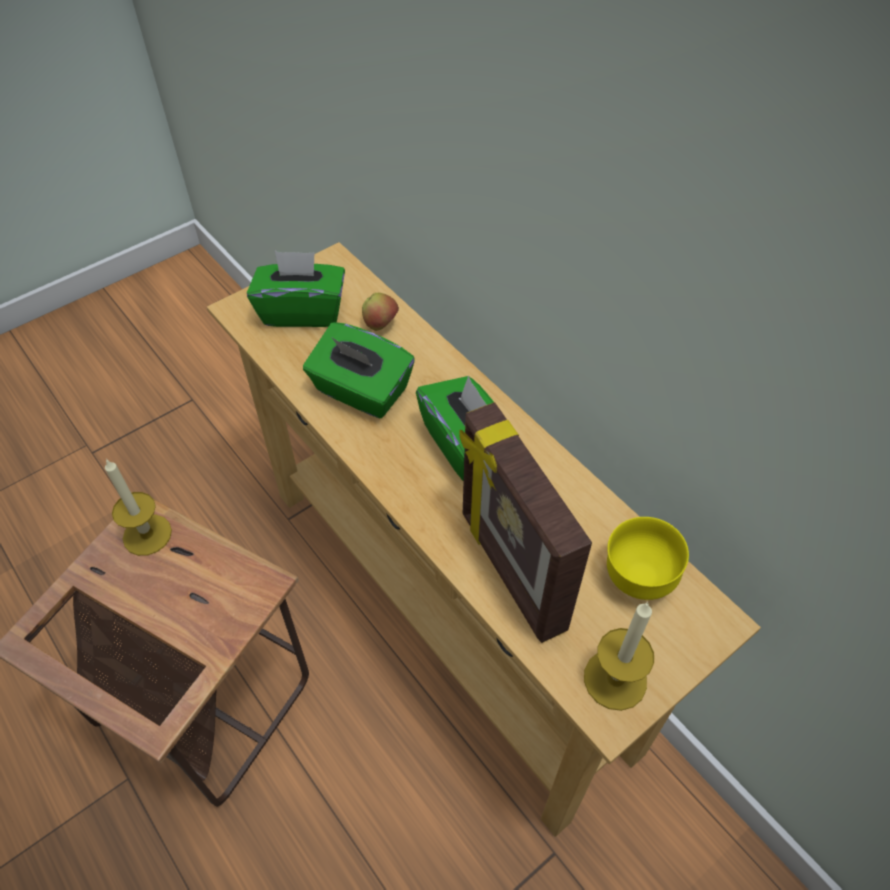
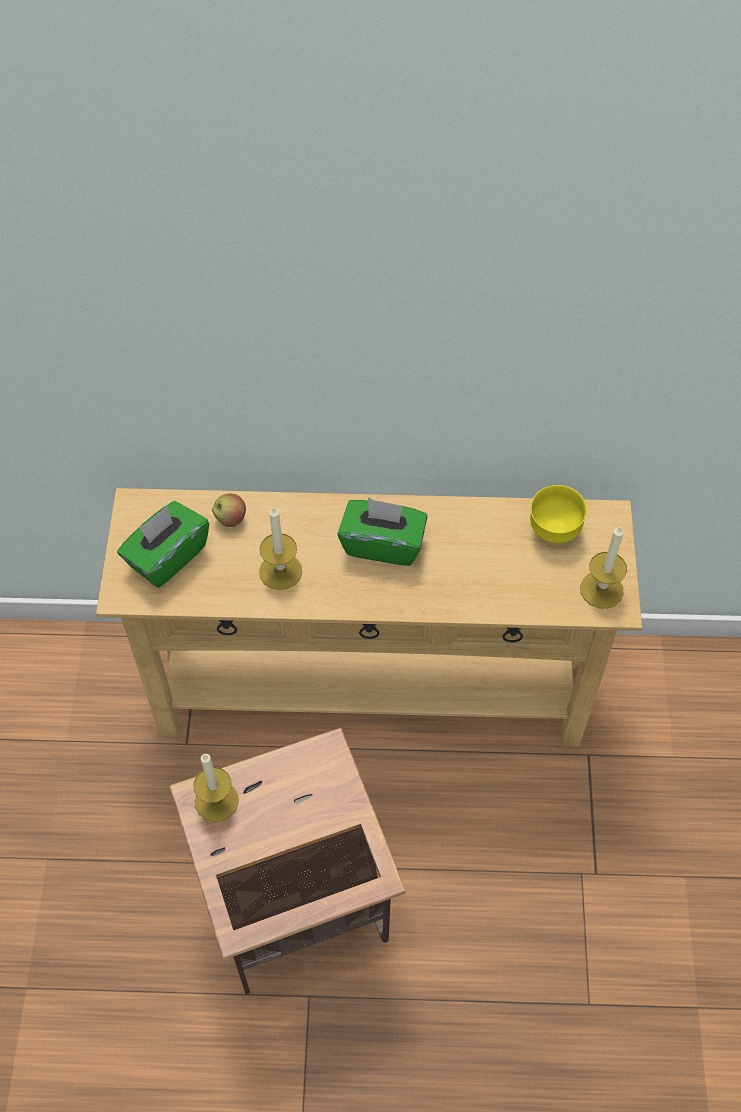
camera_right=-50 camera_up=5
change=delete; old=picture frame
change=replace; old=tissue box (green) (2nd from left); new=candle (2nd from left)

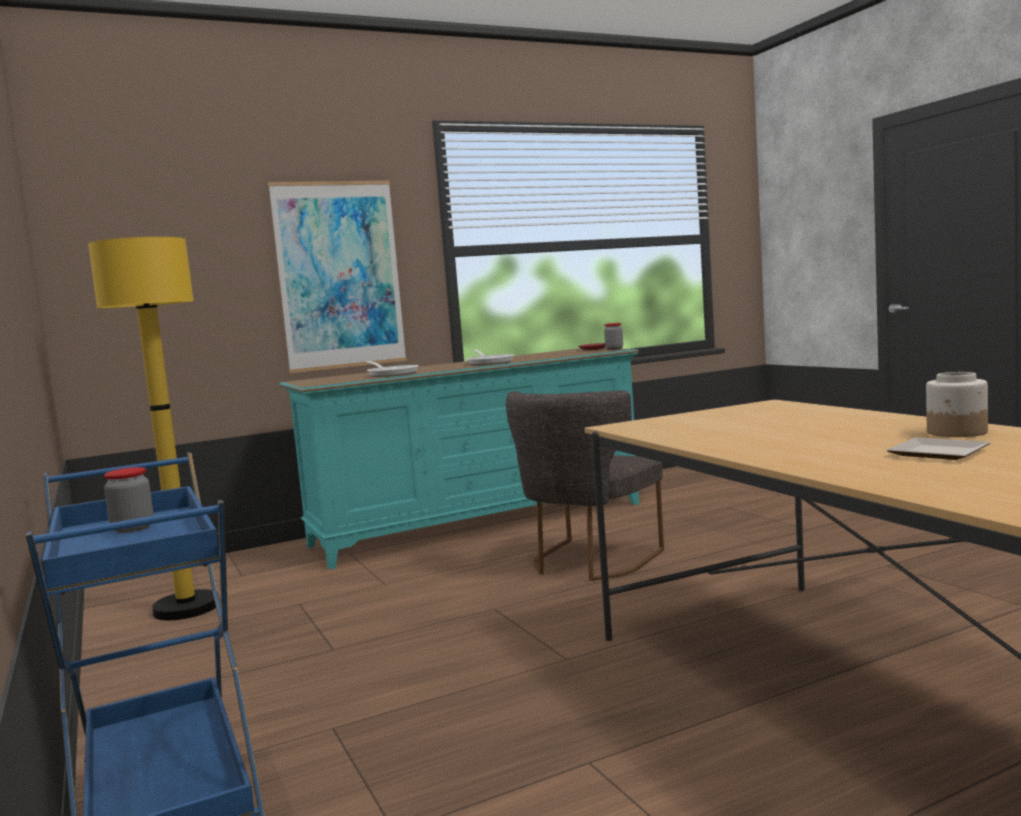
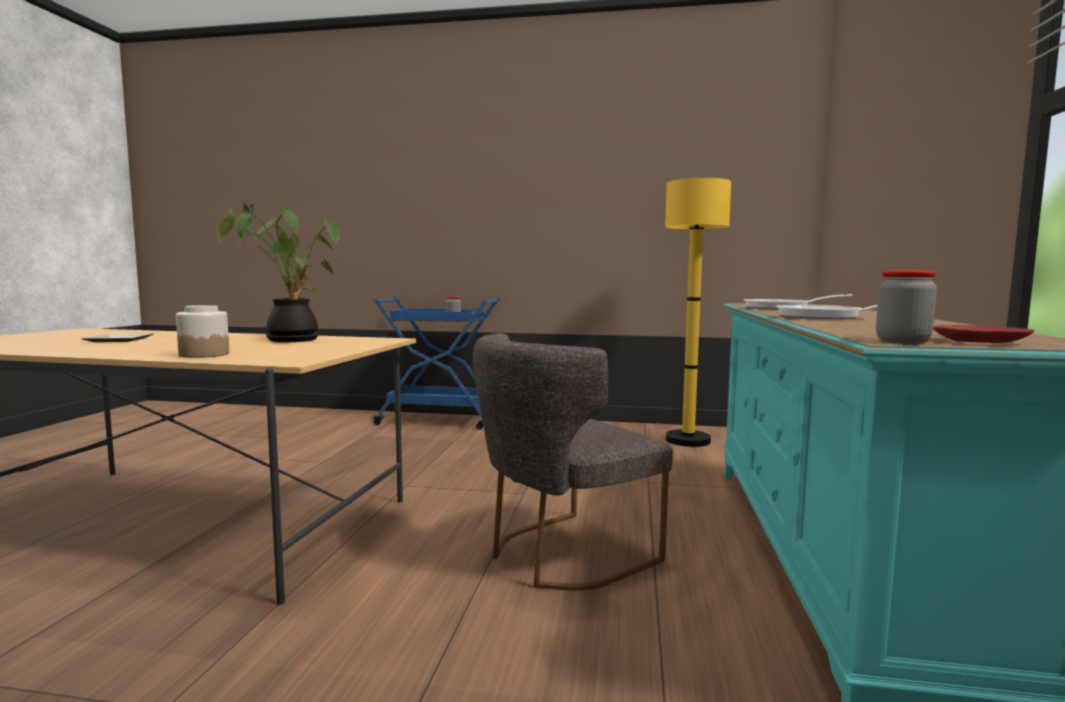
camera_right=125 camera_up=0
change=delete; old=picture
change=insert; new=potted plant
change=move; old=jar (3rd from left in the first image); new=jar (1st from left)
change=rotate; old=chair (grey); degrees=-105

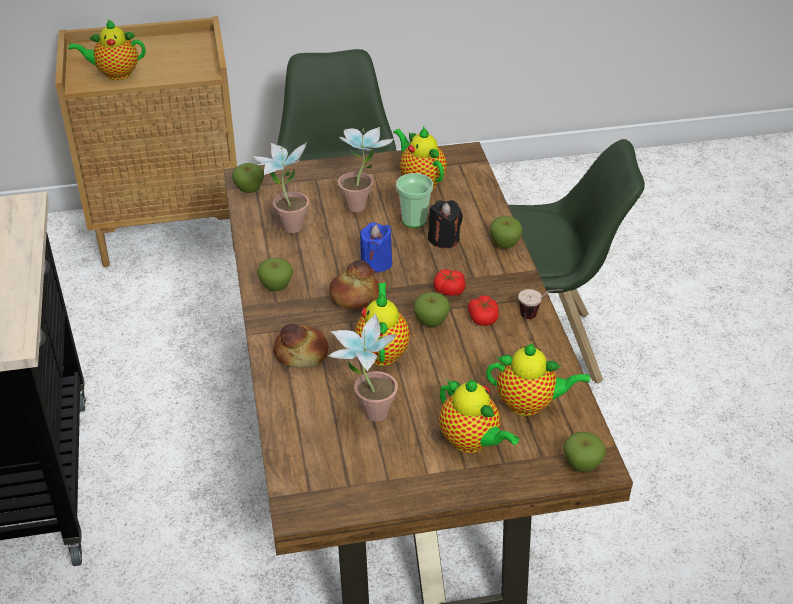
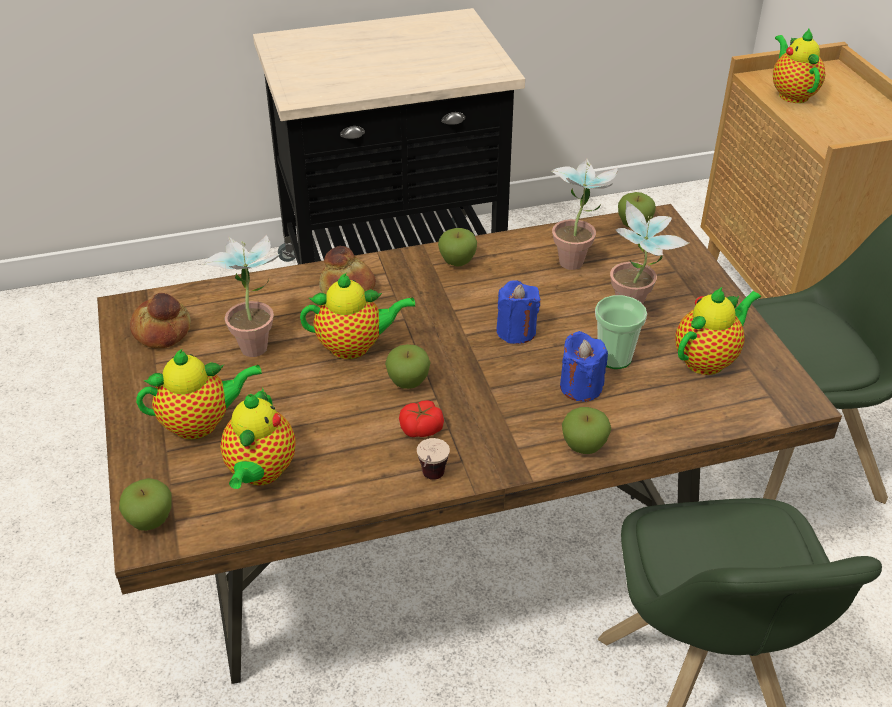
camera_right=85 camera_up=0
change=delete; old=tomato (1st from left)
change=move; old=bread (2nd from left in the first image); new=bread (1st from left)
change=recolor; old=candle (black); new=candle (blue) (2nd from left)
change=rotate; old=teapot (4th from left in the first image); degrees=-150

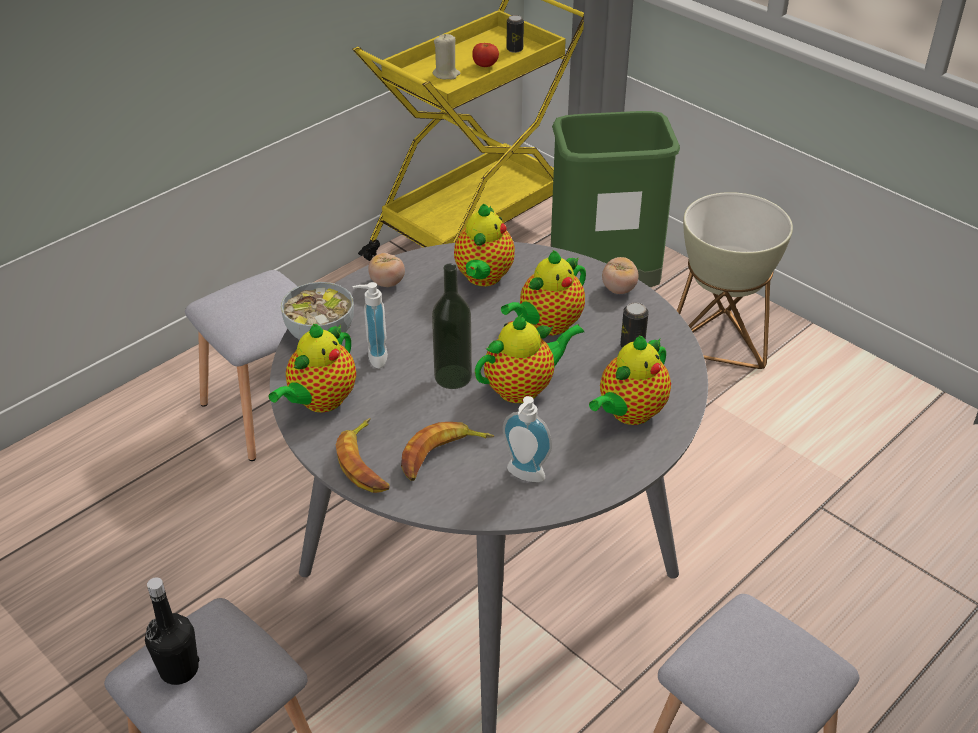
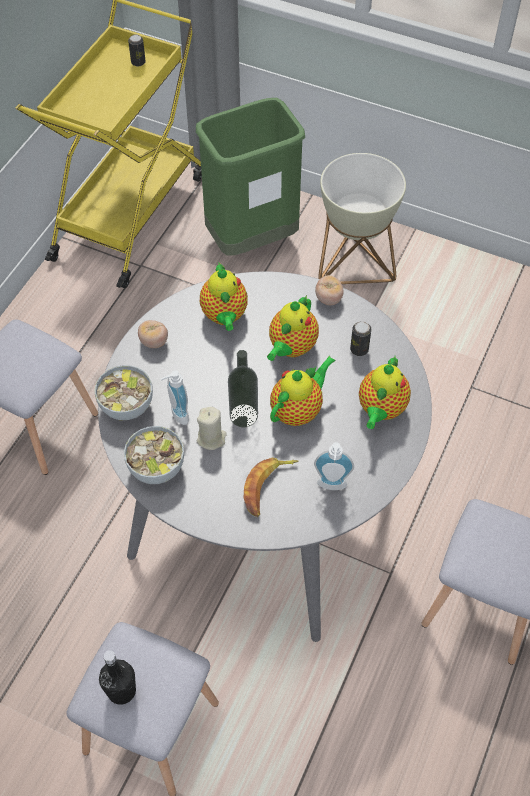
camera_right=-20 camera_up=15
change=delete; old=banana (1st from left)
change=delete; old=tomato (2nd from left)
change=move; old=candle (beige)
change=replace; old=teapot (1st from left); new=bowl (2nd from left)

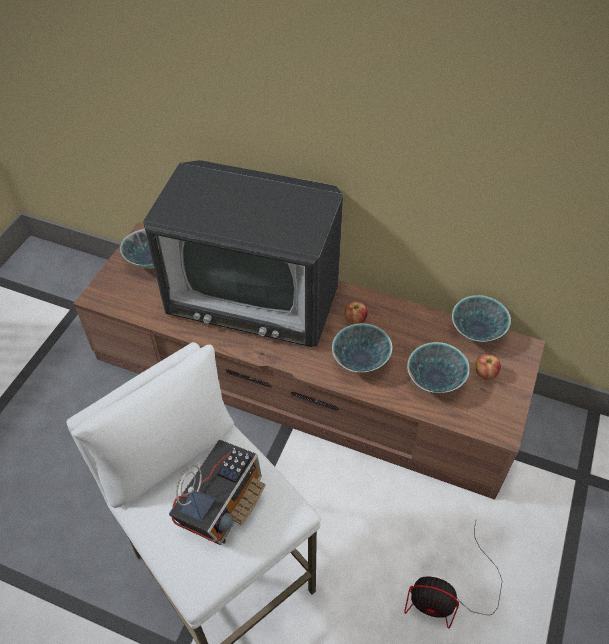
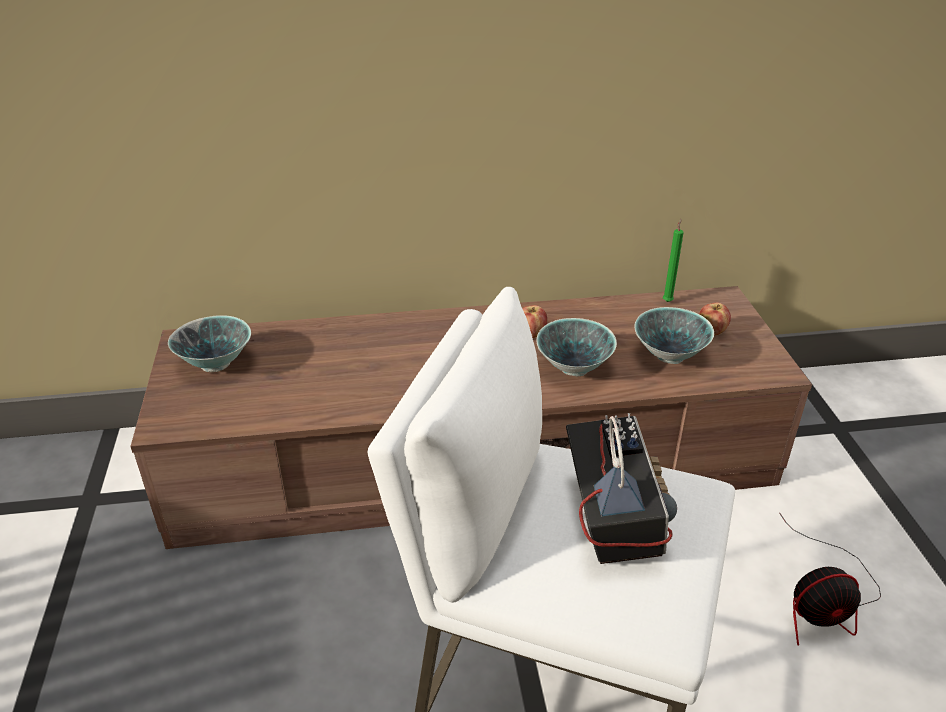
camera_right=-30 camera_up=-15
change=delete; old=television
change=replace; old=bowl (4th from left); new=candle (green)

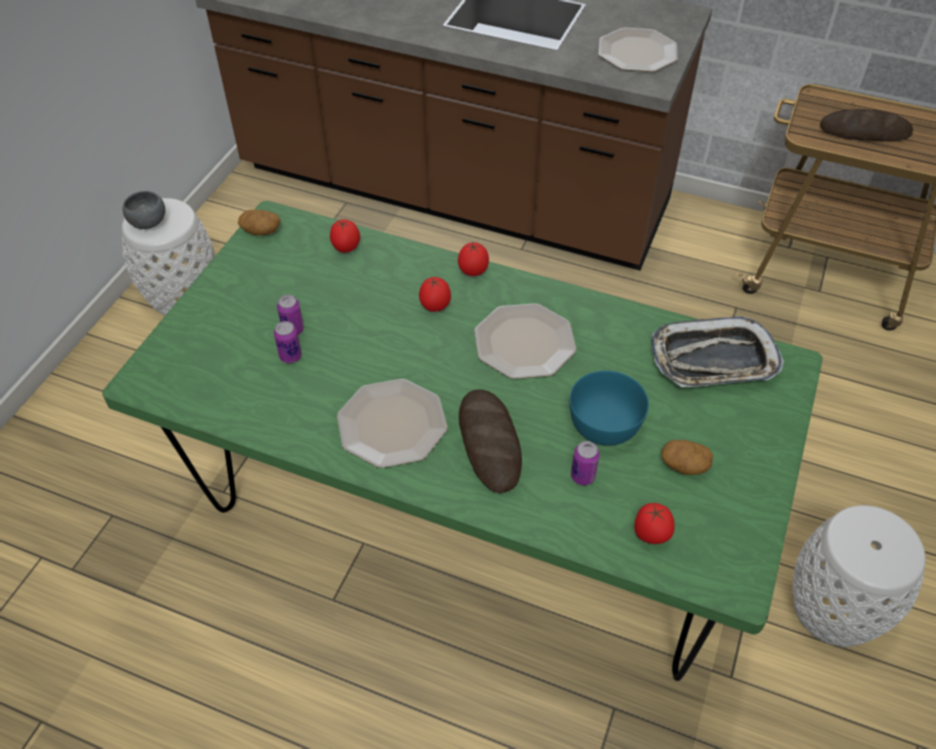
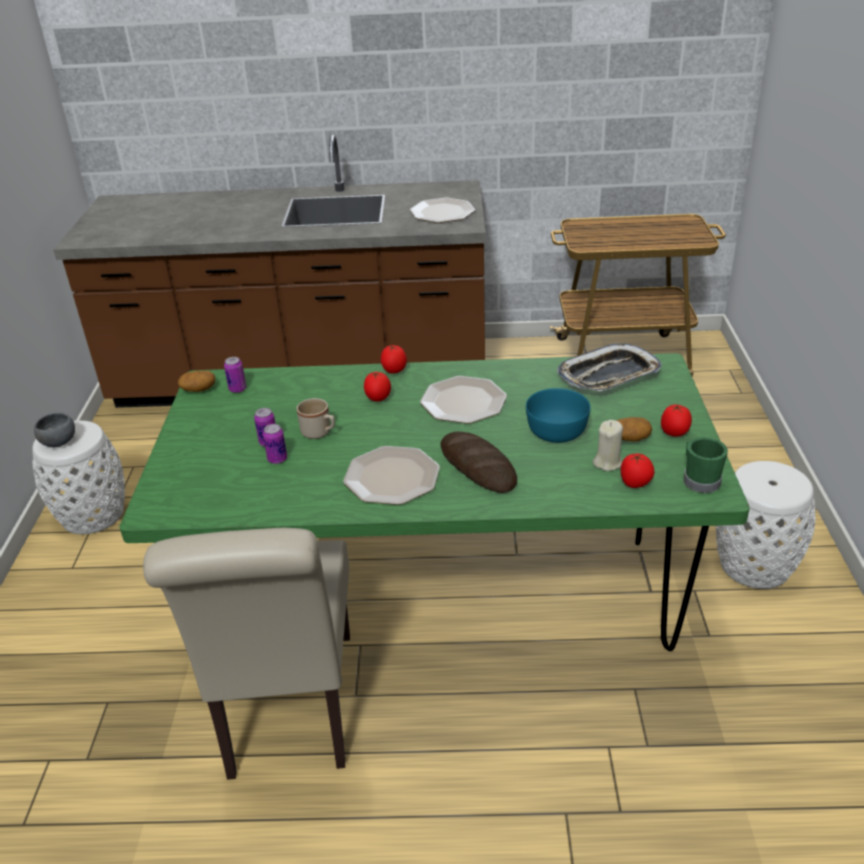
camera_right=-20 camera_up=-15
change=delete; old=bread (2nd from left)
change=insert; new=chair (beige)
change=insert; new=mug (beige)
change=insert; new=candle (beige)
change=insert; new=mug (green)
change=move; old=tomato (1st from left in the first image); new=tomato (4th from left)
change=move; old=can (3rd from left in the first image); new=can (1st from left)

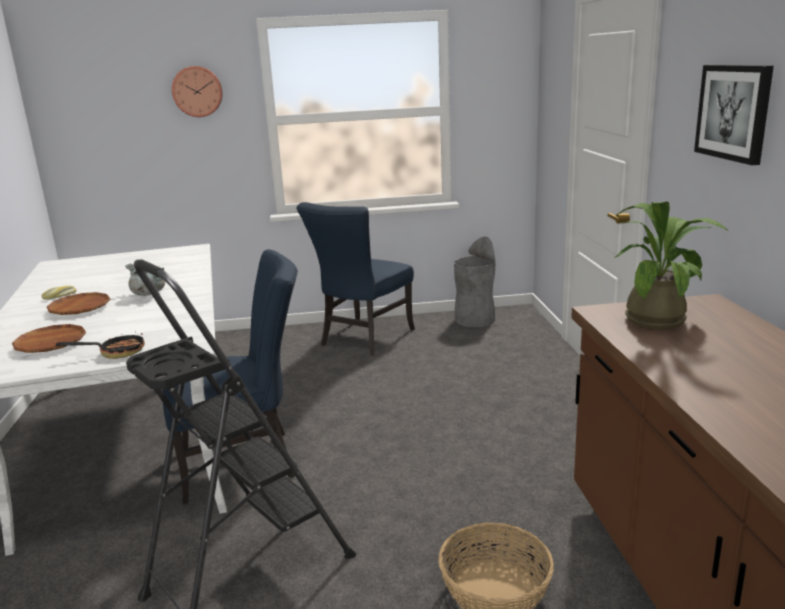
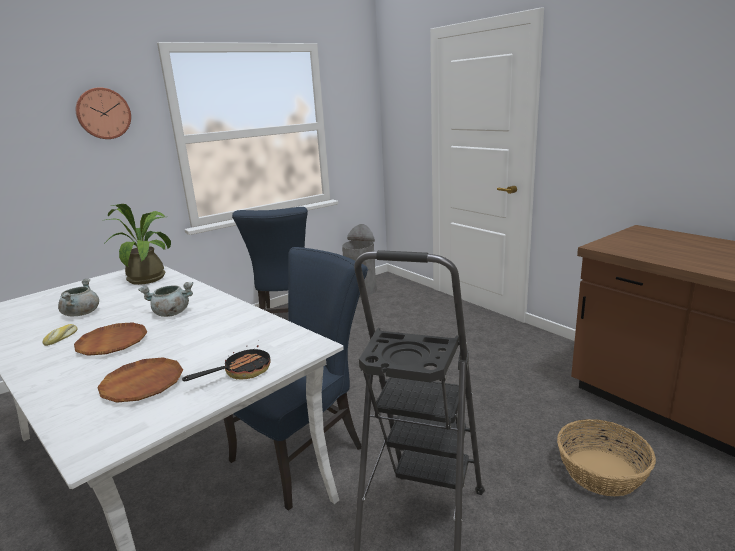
camera_right=-30 camera_up=0
change=delete; old=picture
change=insert; new=cooking pot (grey) (1st from left)
change=move; old=potted plant

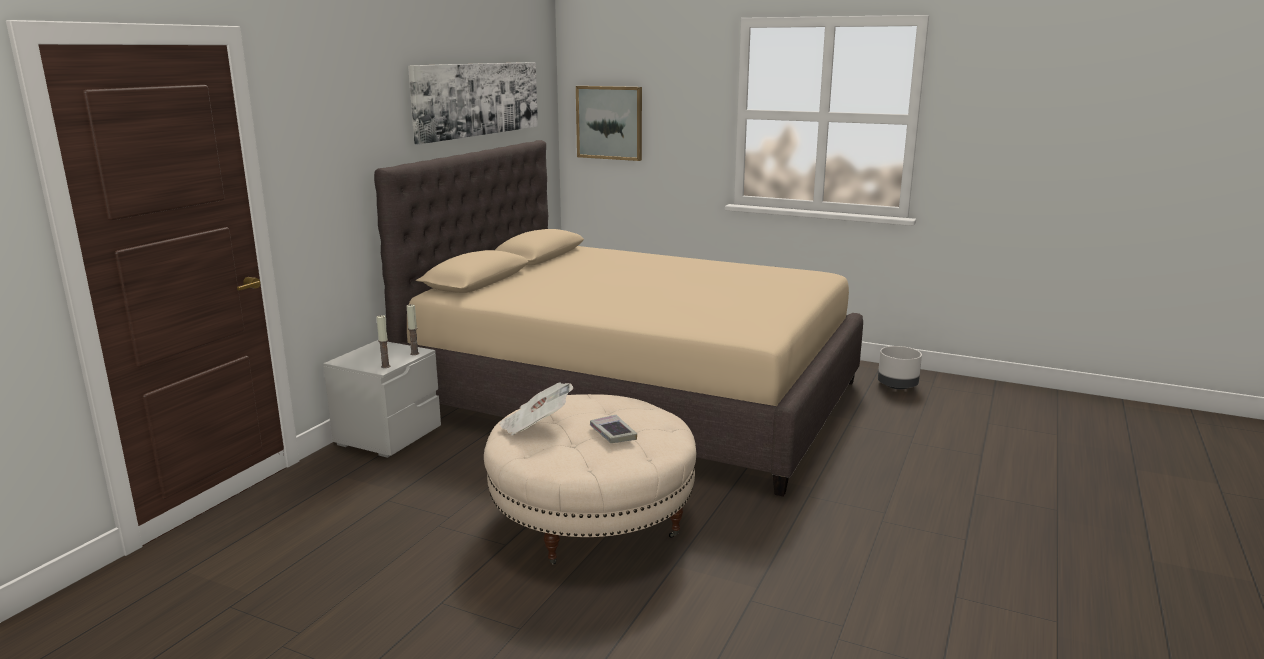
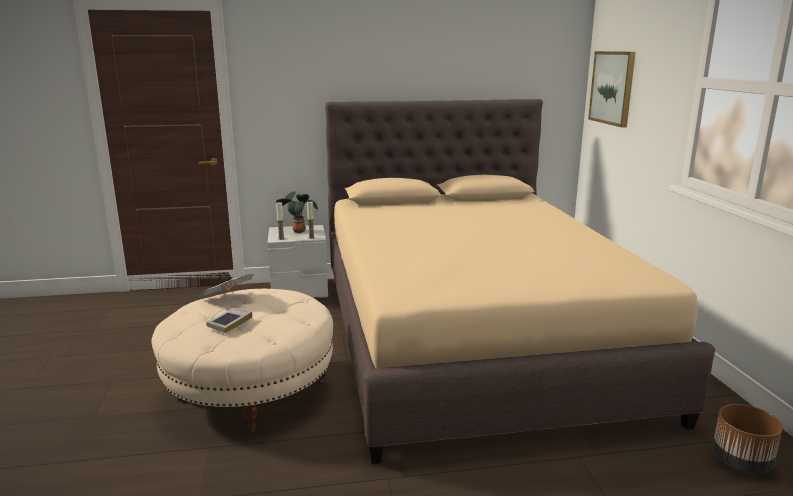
camera_right=55 camera_up=0
change=delete; old=picture (1st from left)
change=insert; new=potted plant
change=recolor; old=planter (grey); new=planter (brown)

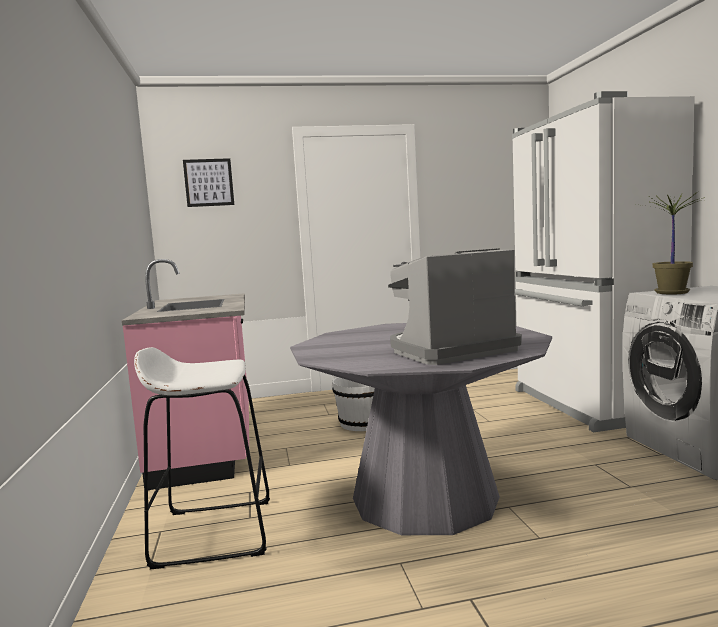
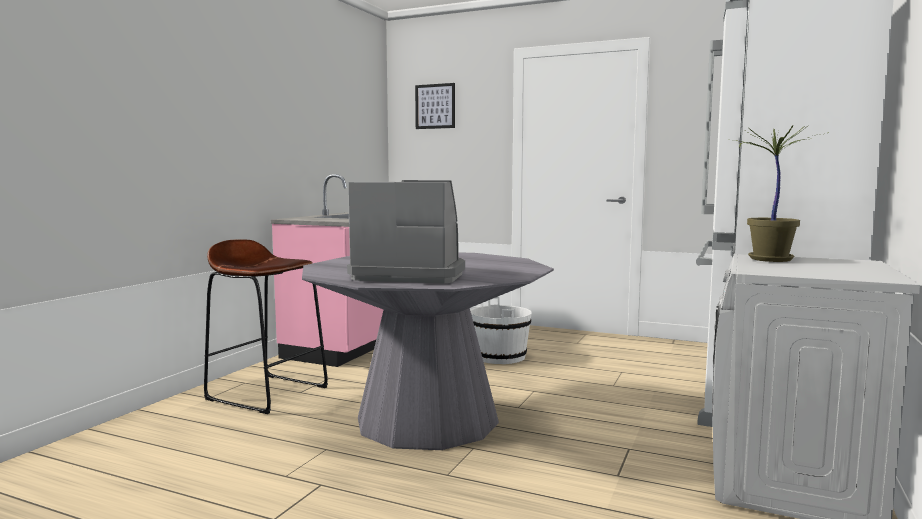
camera_right=35 camera_up=0
change=recolor; old=stool (white); new=stool (brown)

